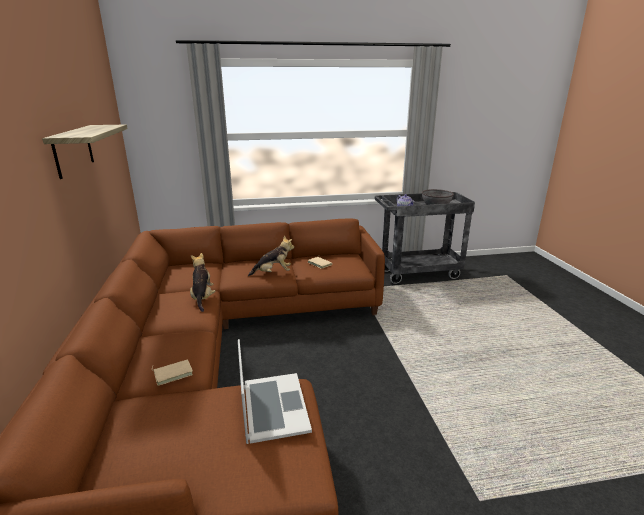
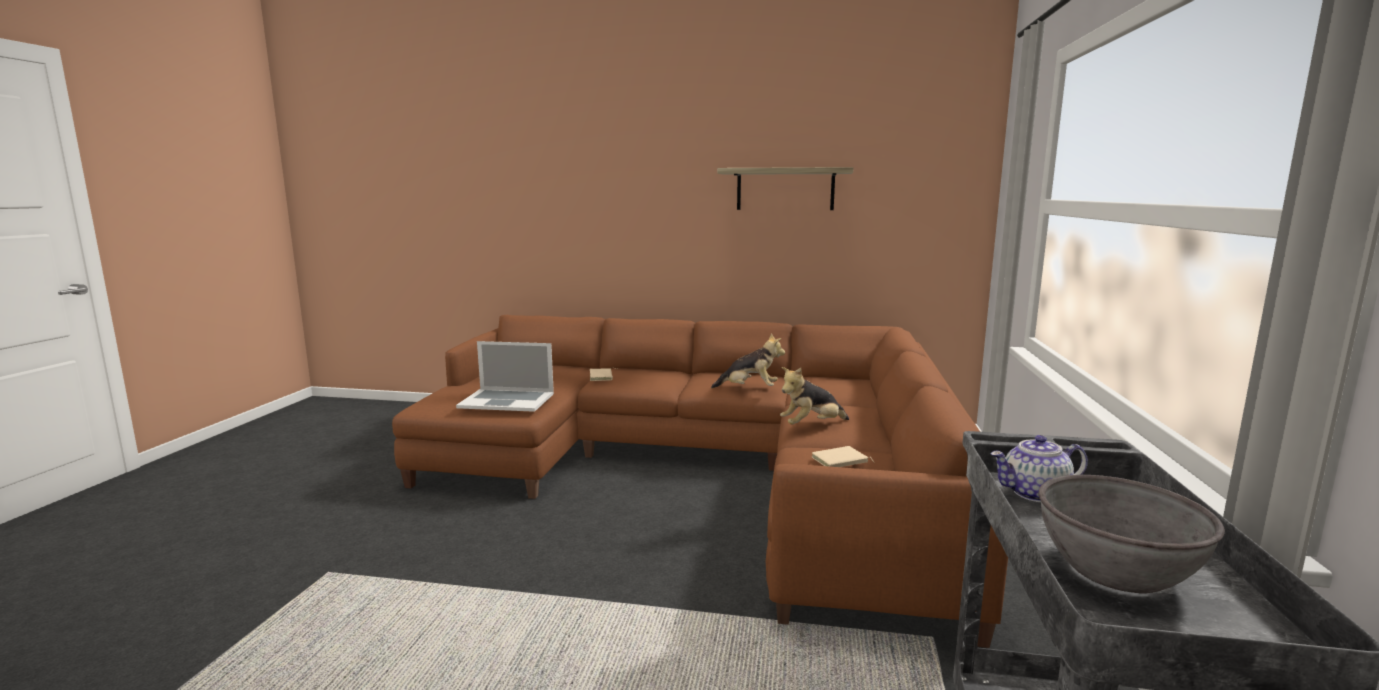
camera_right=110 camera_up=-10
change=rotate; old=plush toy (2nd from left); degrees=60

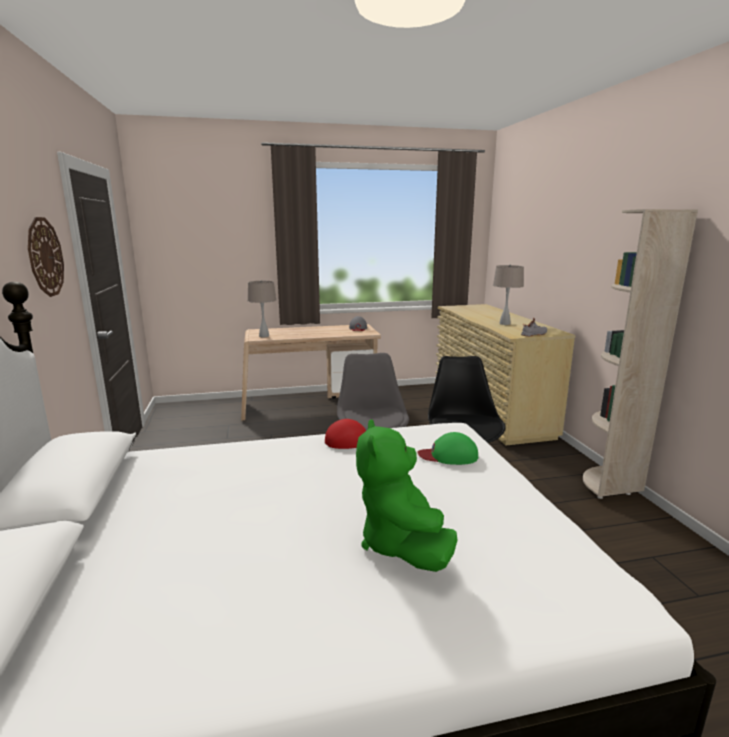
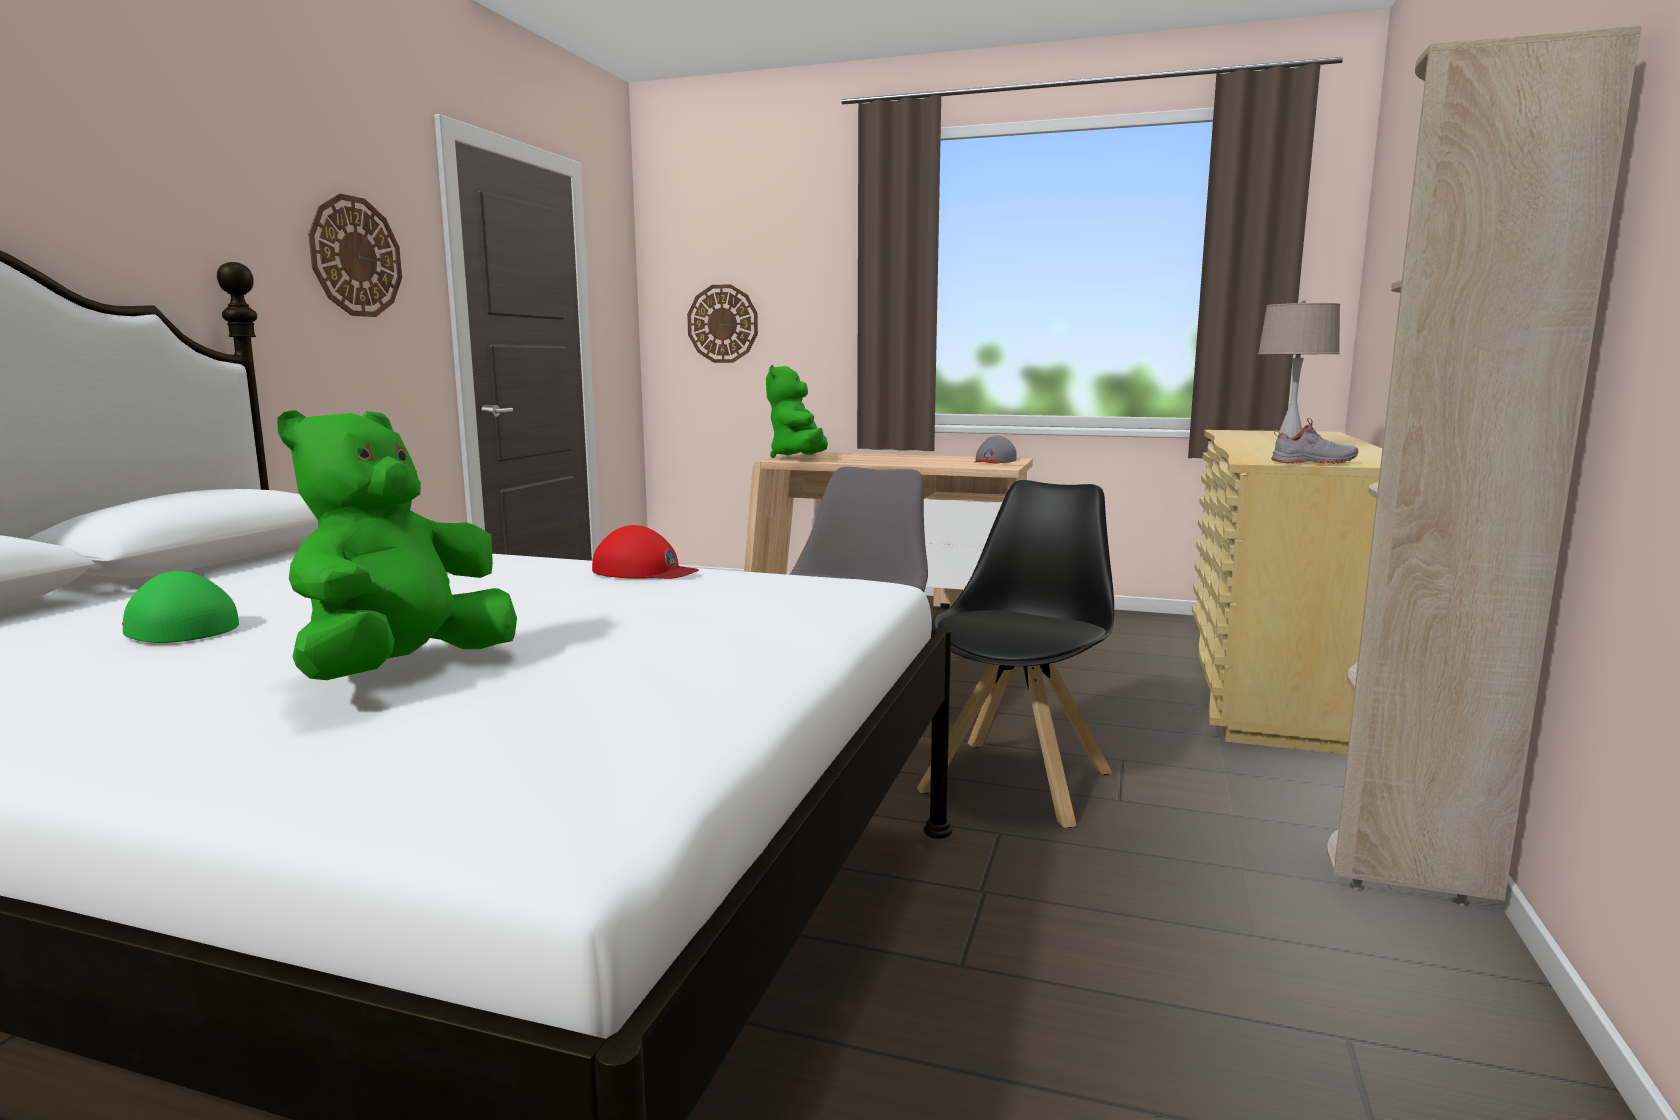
camera_right=30 camera_up=-5
change=insert; new=wall clock (2nd from left)
change=move; old=cap (green)
change=replace; old=table lamp (beige) (1st from left); new=plush toy (green) (2nd from left)

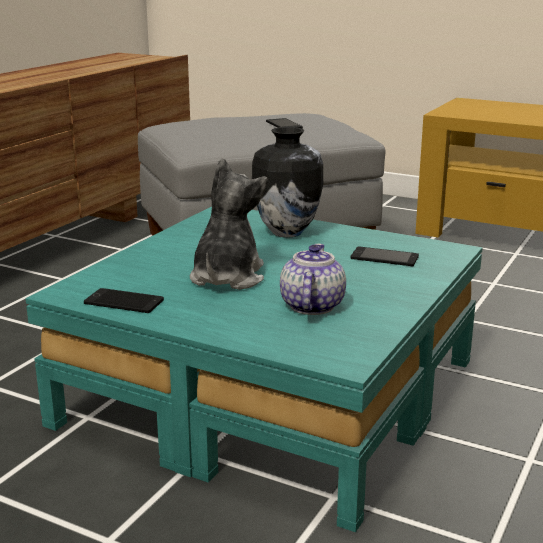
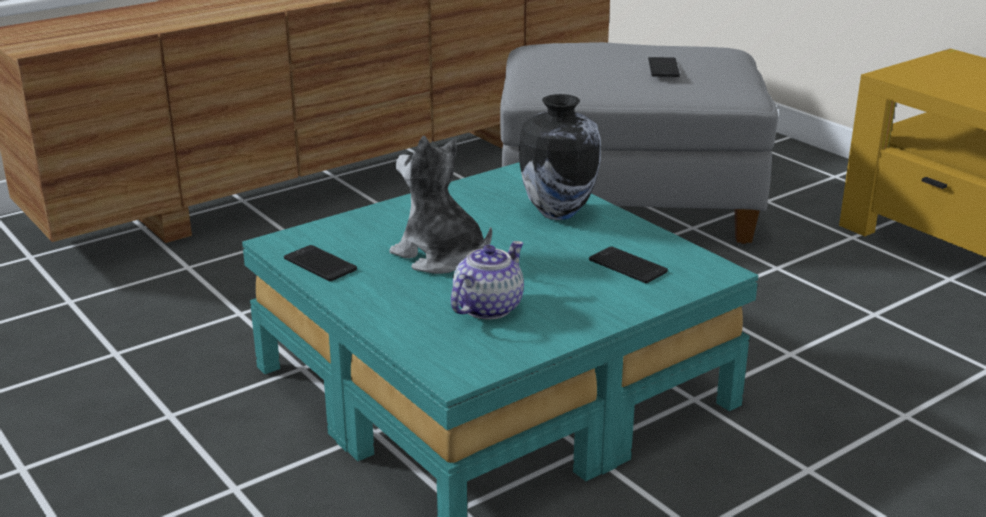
camera_right=25 camera_up=5
change=rotate; old=plush toy; degrees=-90

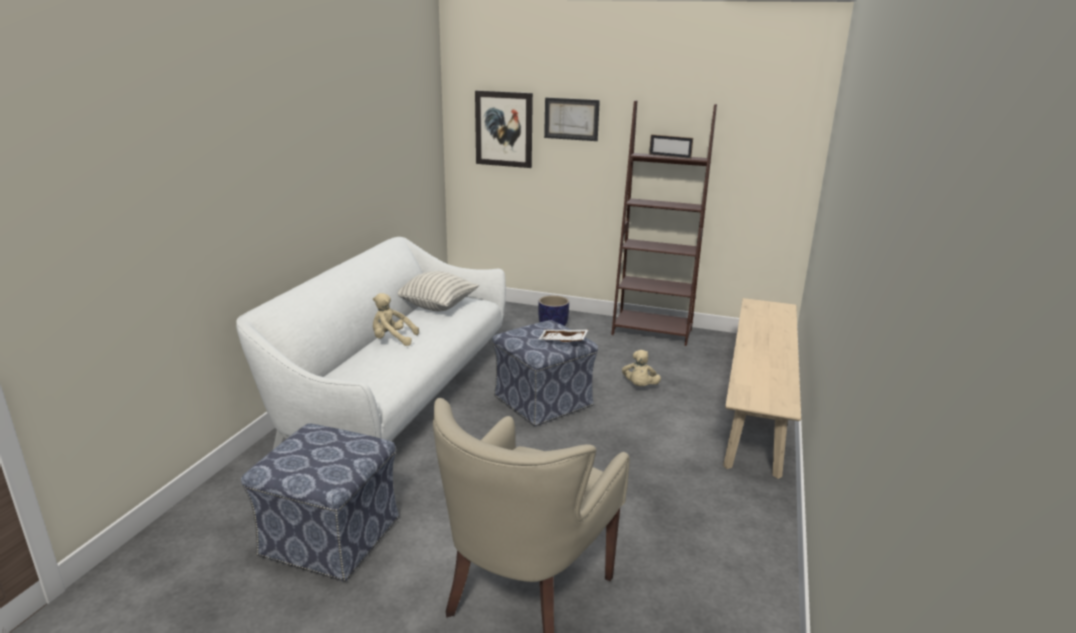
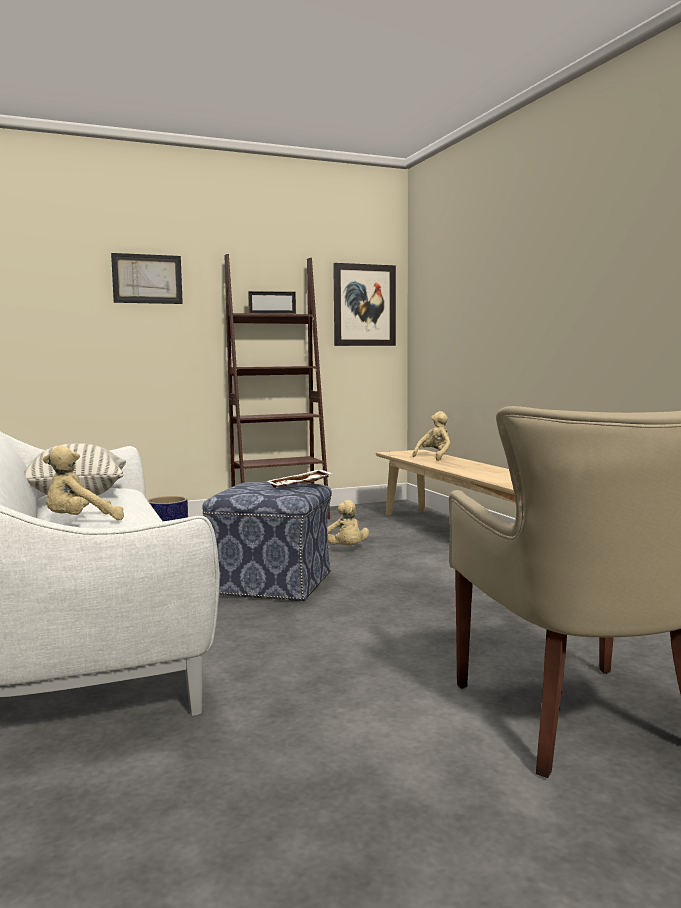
camera_right=-40 camera_up=-15
change=delete; old=ottoman (1st from left)
change=insert; new=plush toy (beige) (3rd from left)
change=move; old=picture (1st from left in the first image); new=picture (2nd from left)

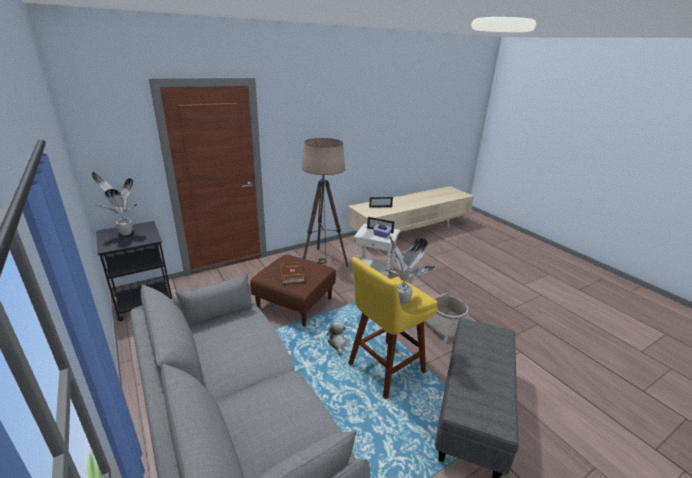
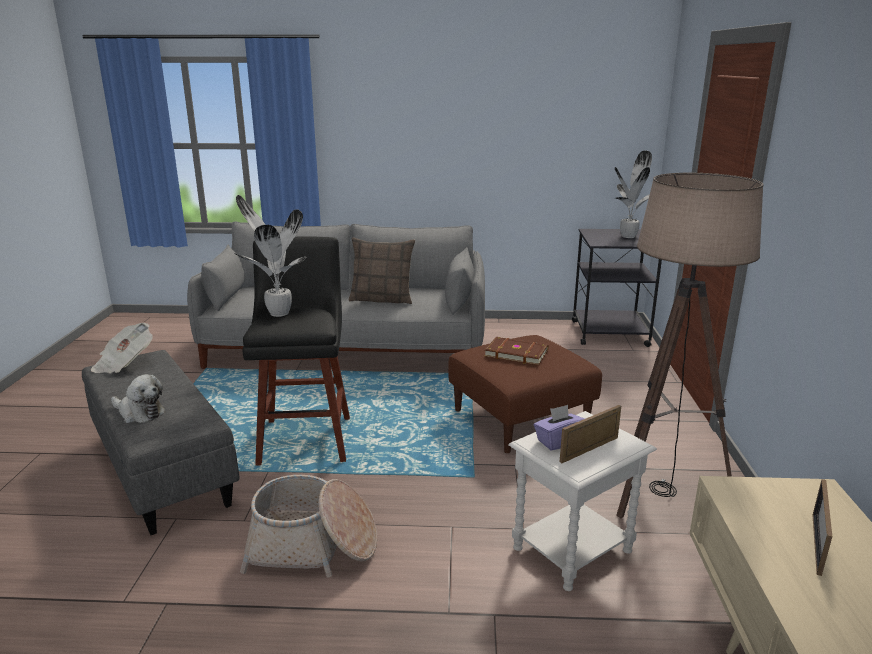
camera_right=125 camera_up=-5
change=insert; new=newspaper
change=insert; new=pillow
change=move; old=plush toy
change=recolor; old=stool (yellow); new=stool (black)

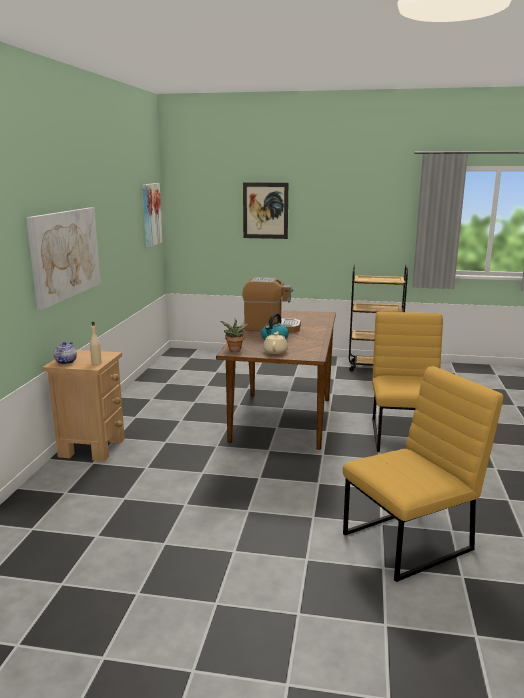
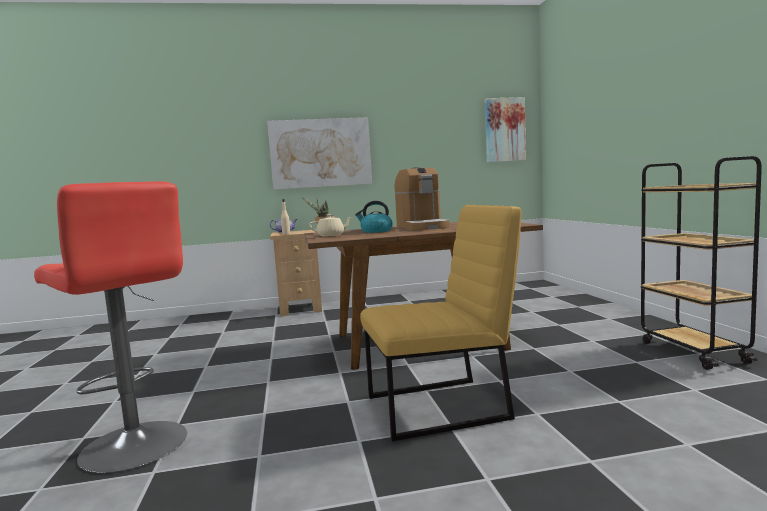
camera_right=70 camera_up=-10
change=delete; old=picture (3rd from left)
change=replace; old=chair (yellow) (2nd from left); new=stool (red)

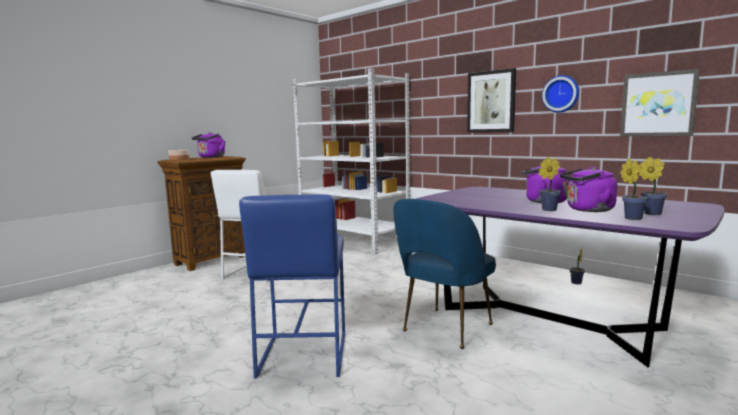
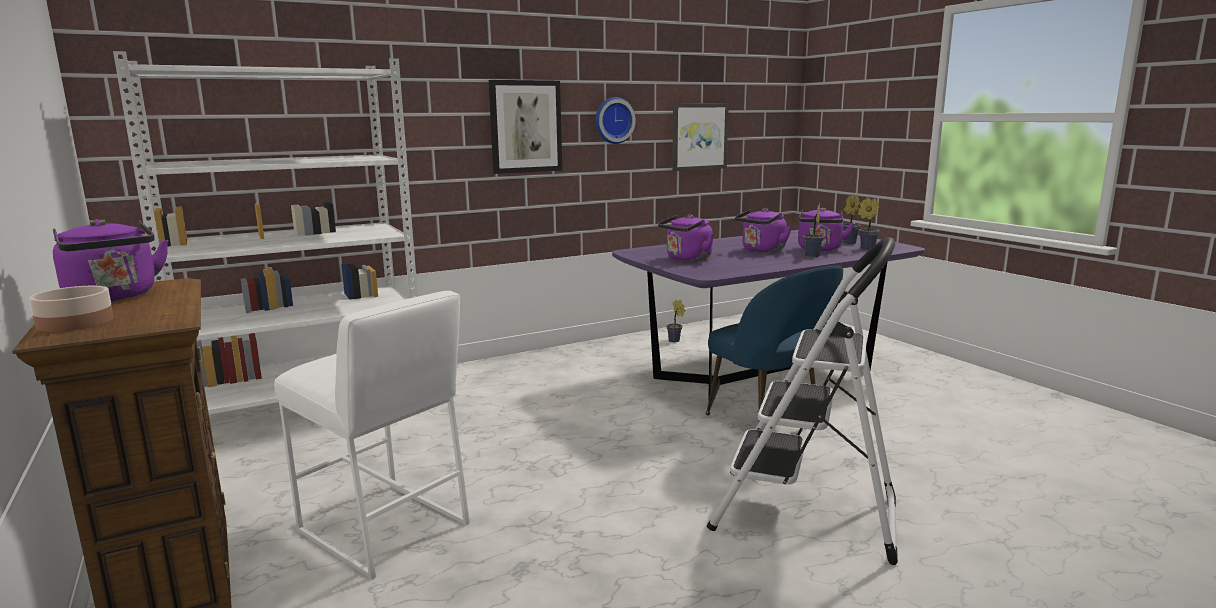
camera_right=-70 camera_up=5
change=insert; new=kettle (purple) (2nd from left)
change=replace; old=stool (blue); new=step ladder

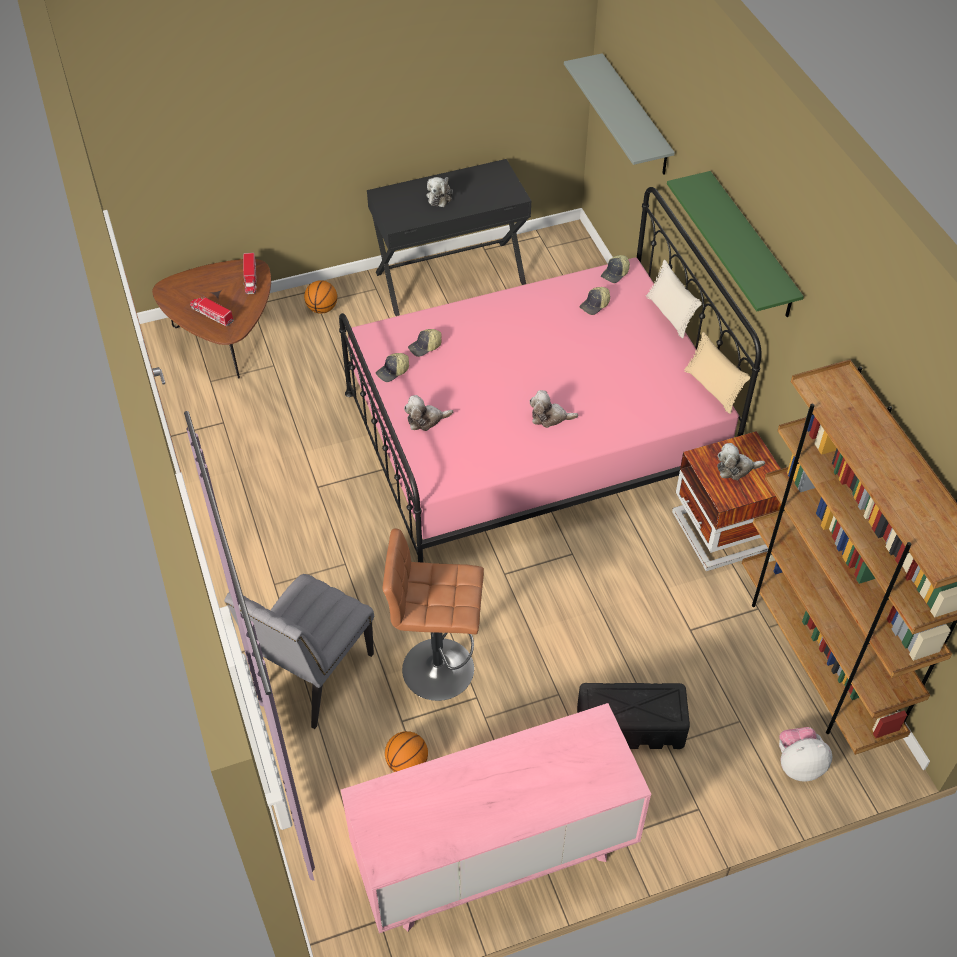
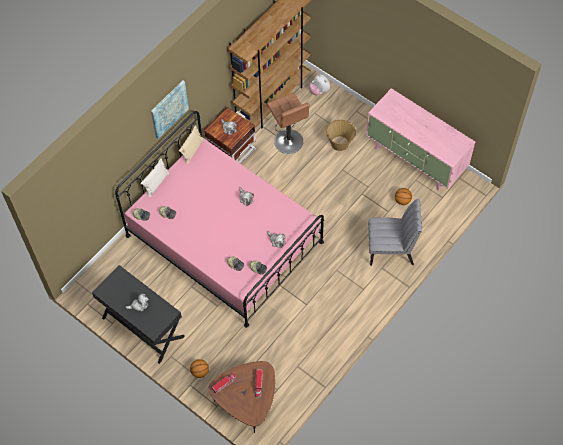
camera_right=-120 camera_up=10
change=delete; old=shelf (grey)
change=move; old=stool (brown)
change=replace; old=storage box (black); new=basket
change=replace; old=shelf (green); new=picture

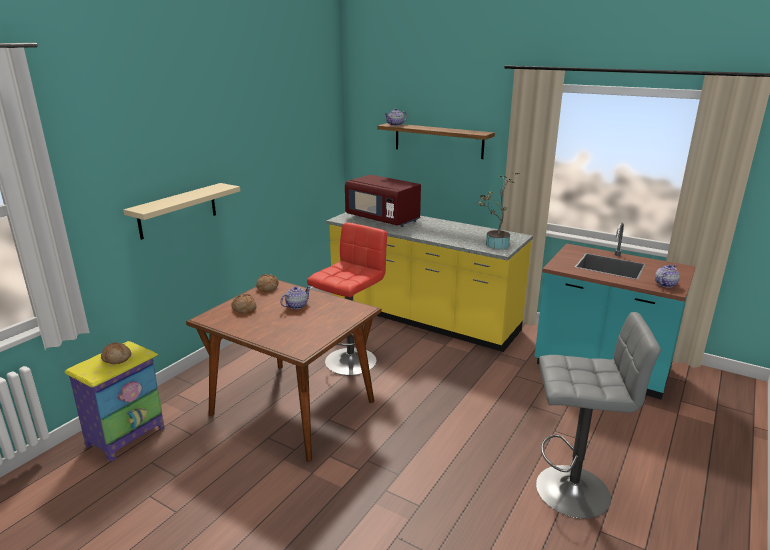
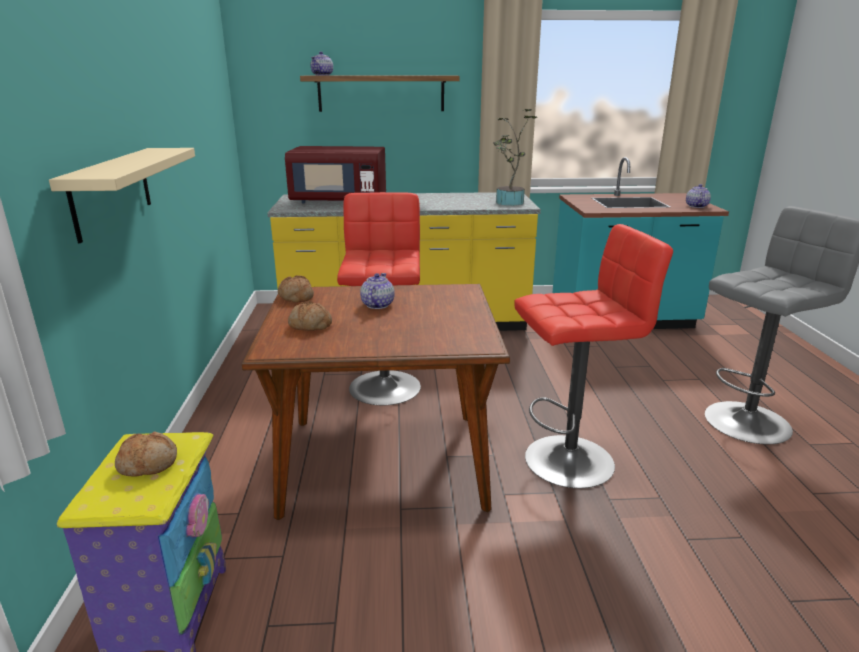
camera_right=-35 camera_up=0
change=insert; new=stool (red) (2nd from left)

